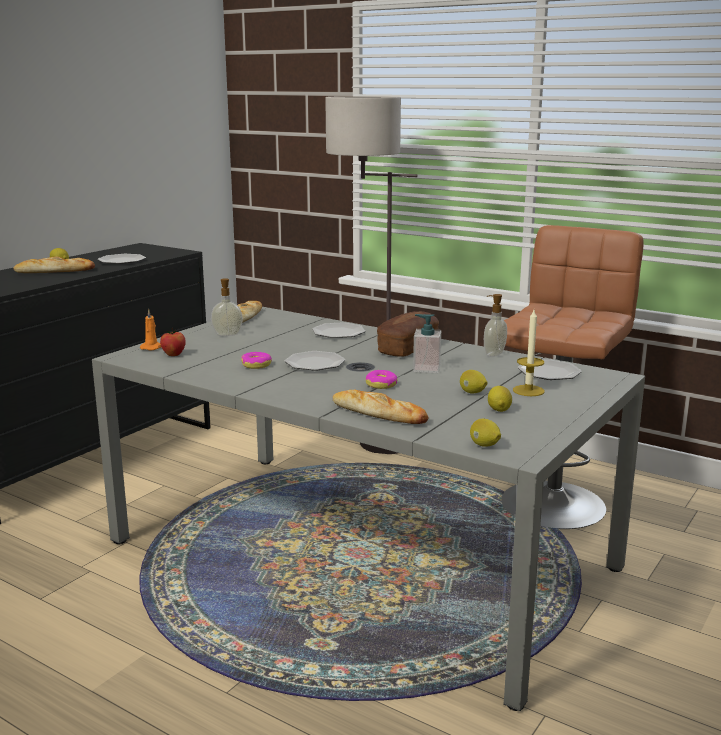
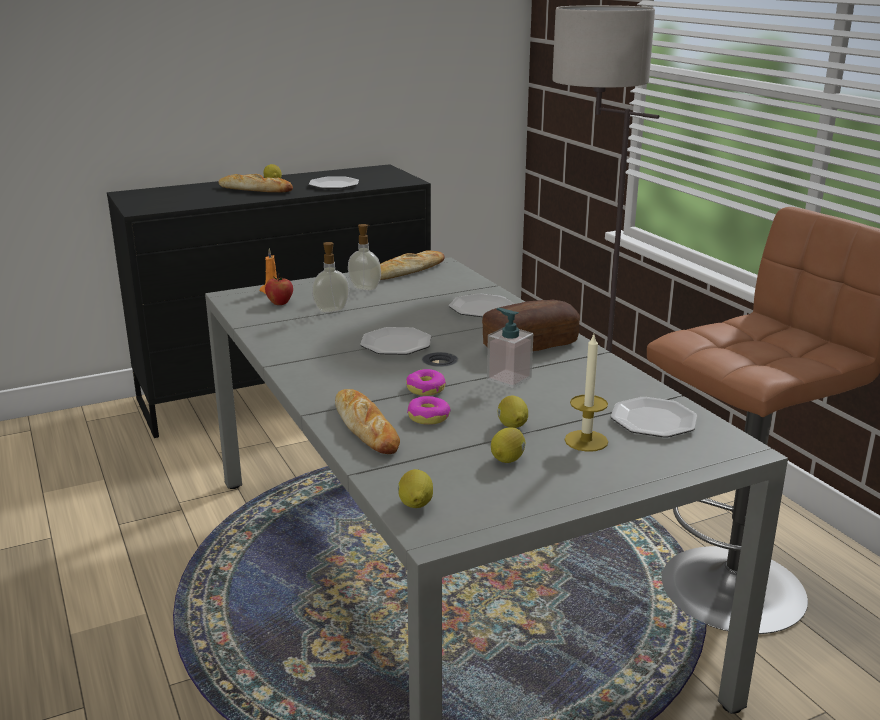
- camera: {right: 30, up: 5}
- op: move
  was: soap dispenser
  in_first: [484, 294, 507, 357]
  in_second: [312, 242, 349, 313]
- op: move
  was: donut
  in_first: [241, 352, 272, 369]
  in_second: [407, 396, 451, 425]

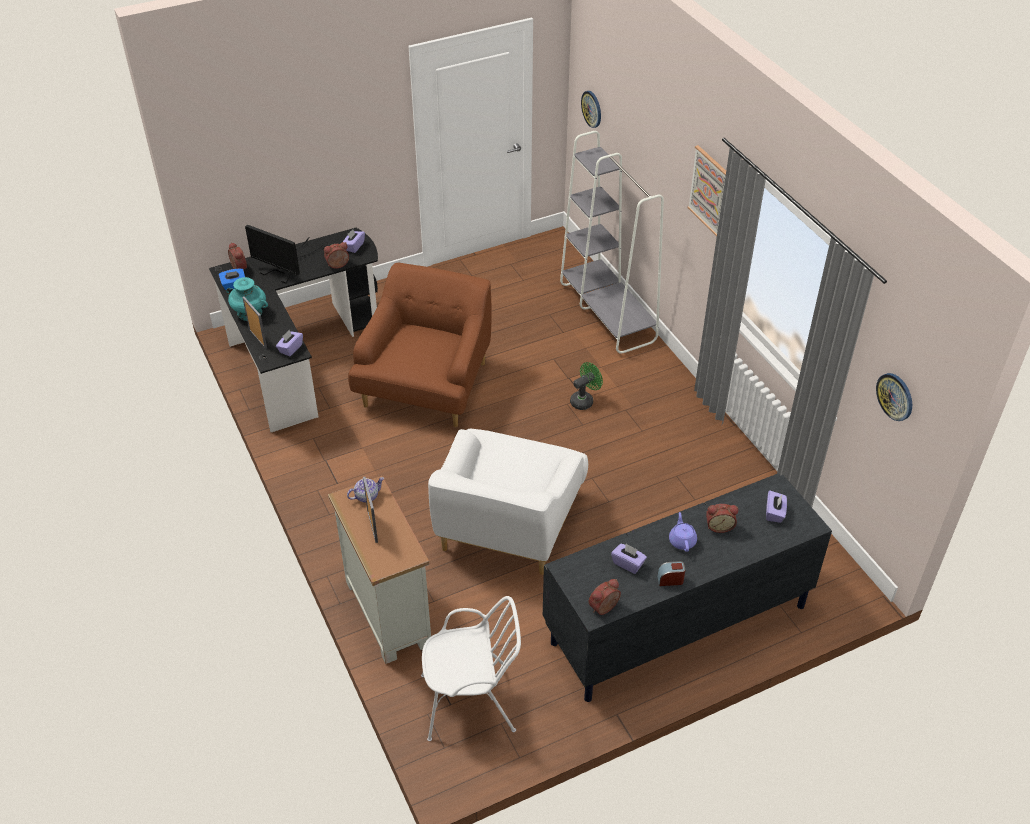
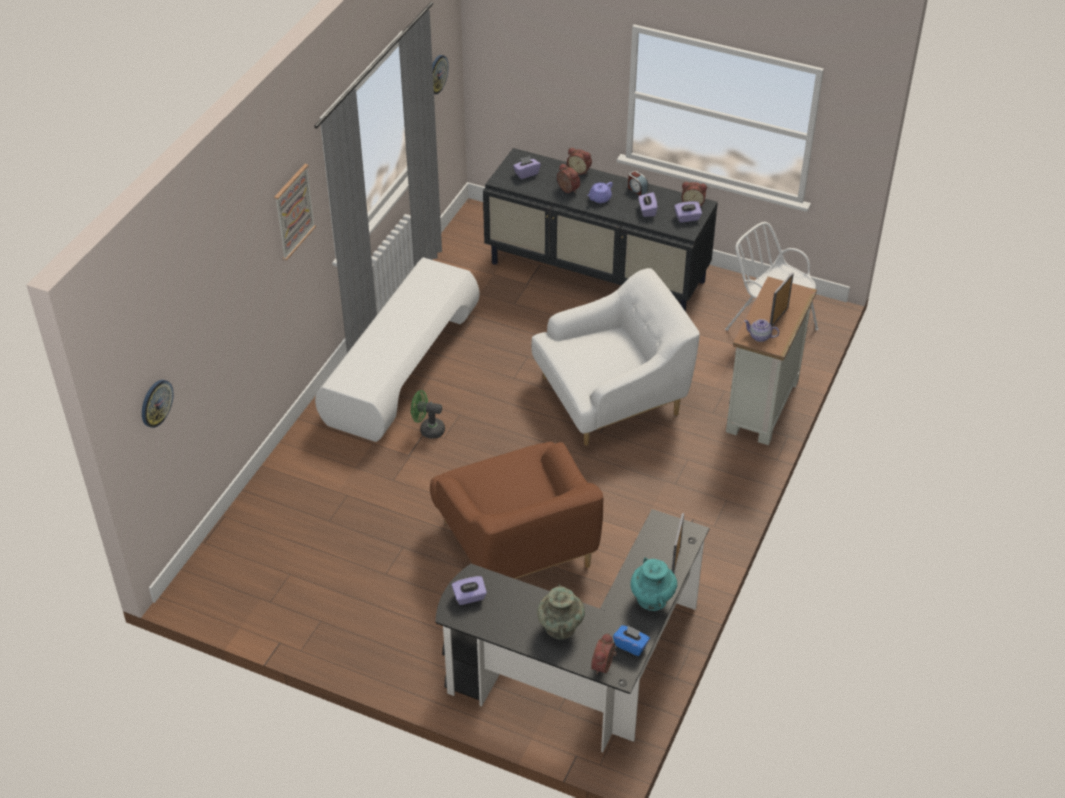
- camera: {right: -130, up: 0}
- op: delete
  was: grey clothes rack
  in_first: [560, 131, 664, 353]
- op: replace
  was: monitor
  now: turquoise vase
  in_first: [245, 225, 324, 284]
  in_second: [537, 584, 585, 639]
- op: move
  was: alarm clock
  in_first: [324, 242, 349, 269]
  in_second: [567, 148, 592, 175]
- op: rotate
  was: brown armchair
  in_first: [348, 263, 492, 427]
  in_second: [430, 442, 603, 579]
  clockwise: -90
- op: move
  was: purple tissue box
  in_first: [276, 330, 303, 356]
  in_second: [674, 201, 702, 223]
- op: insert
  now: white bench
  in_second: [315, 258, 480, 442]

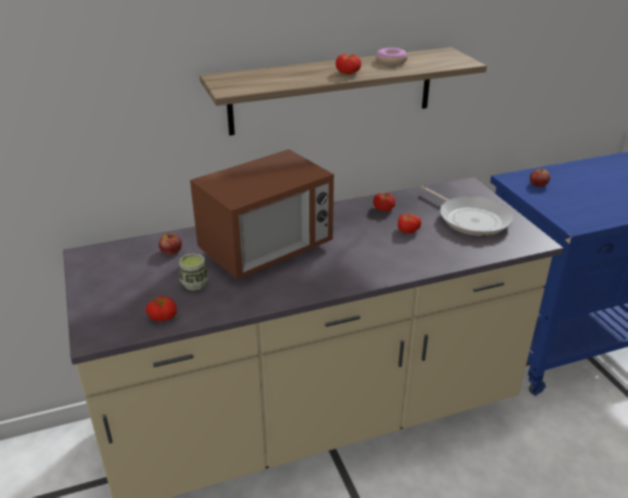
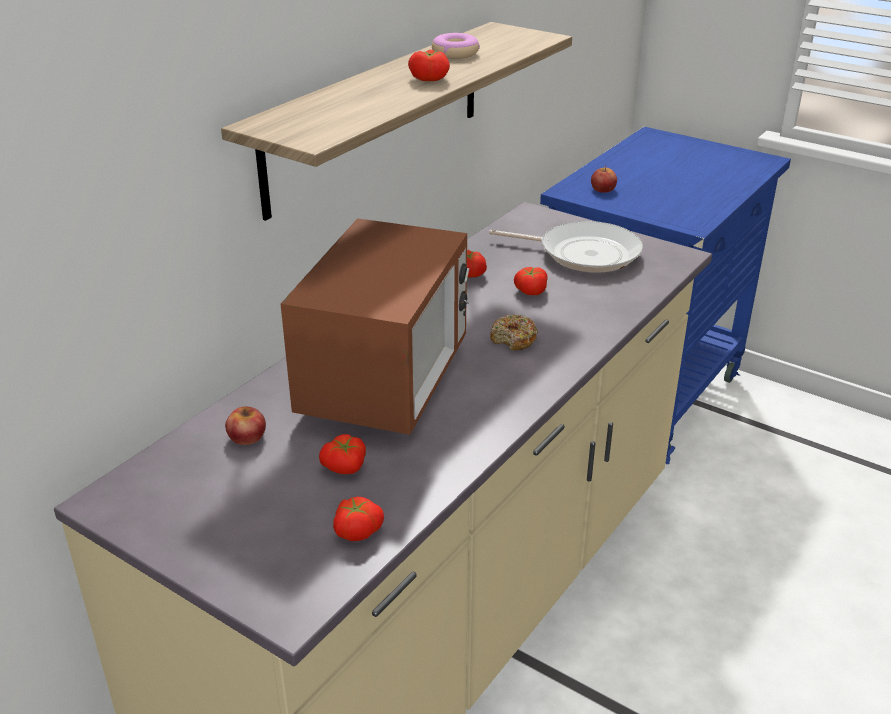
- camera: {right: -35, up: 0}
- op: replace
  was: cup
  now: tomato
  in_first: [179, 253, 209, 291]
  in_second: [319, 434, 366, 474]
- op: insert
  now: donut
  in_second: [490, 314, 538, 350]

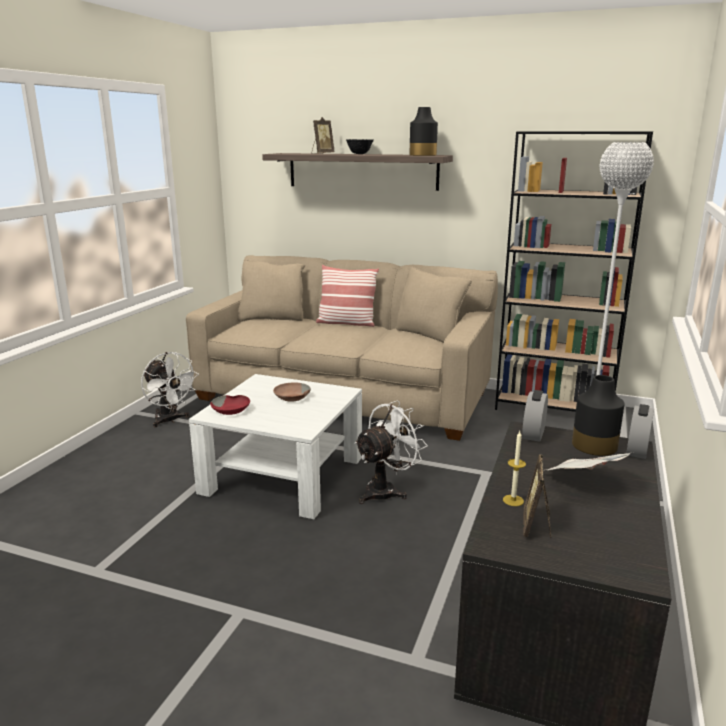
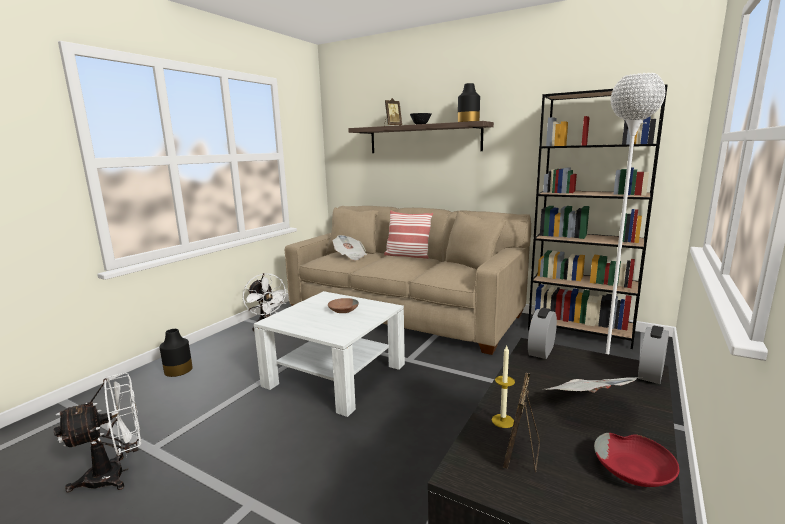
- camera: {right: 10, up: -5}
- op: move
  was: black vase
  in_first: [572, 375, 625, 456]
  in_second: [159, 329, 193, 377]
- op: move
  was: red bowl
  in_first: [210, 395, 250, 415]
  in_second: [594, 433, 679, 487]
- op: move
  was: white fan
  in_first: [354, 400, 428, 504]
  in_second: [54, 372, 141, 492]
- op: insert
  now: newspaper
  in_second: [333, 235, 367, 261]

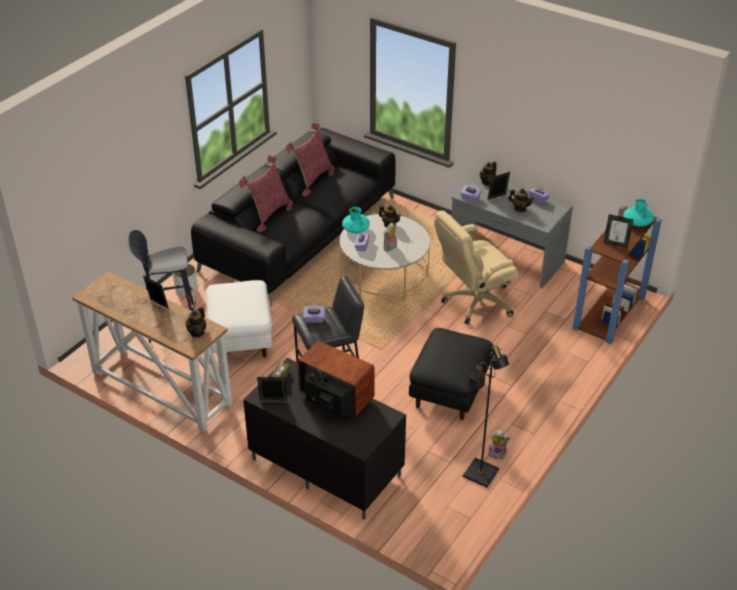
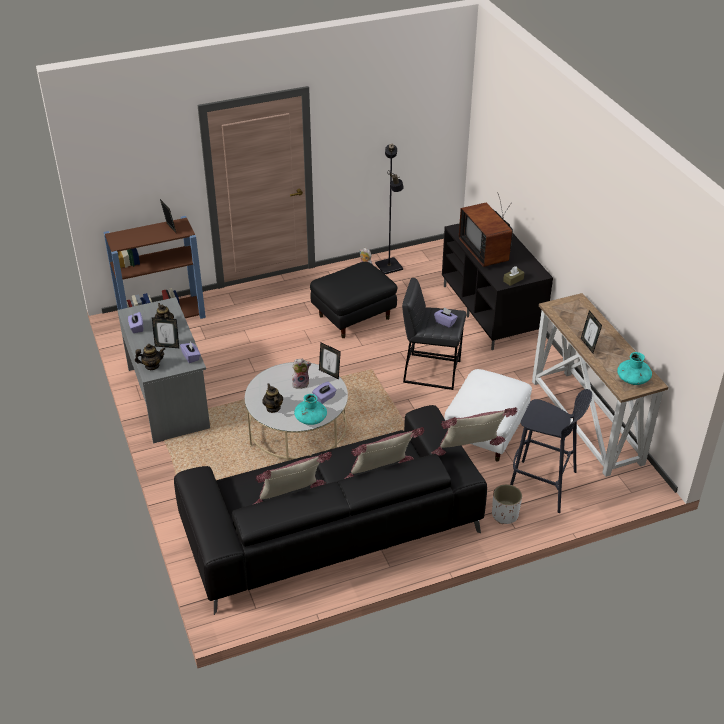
- camera: {right: -145, up: 0}
- op: move
  was: turquoise vase
  in_first: [624, 199, 654, 227]
  in_second: [617, 352, 652, 385]
- op: delete
  was: beige office chair
  in_first: [435, 210, 518, 325]
- op: delete
  was: teapot
  in_first: [186, 307, 206, 337]
- op: move
  was: picture frame
  in_first: [257, 377, 287, 400]
  in_second: [319, 342, 341, 379]
- op: insert
  now: red pillow
  in_second: [431, 407, 518, 456]

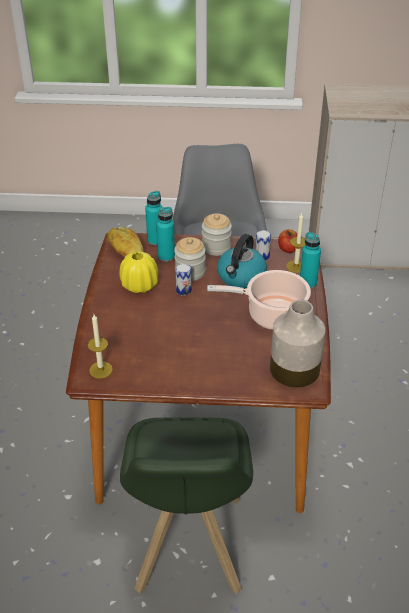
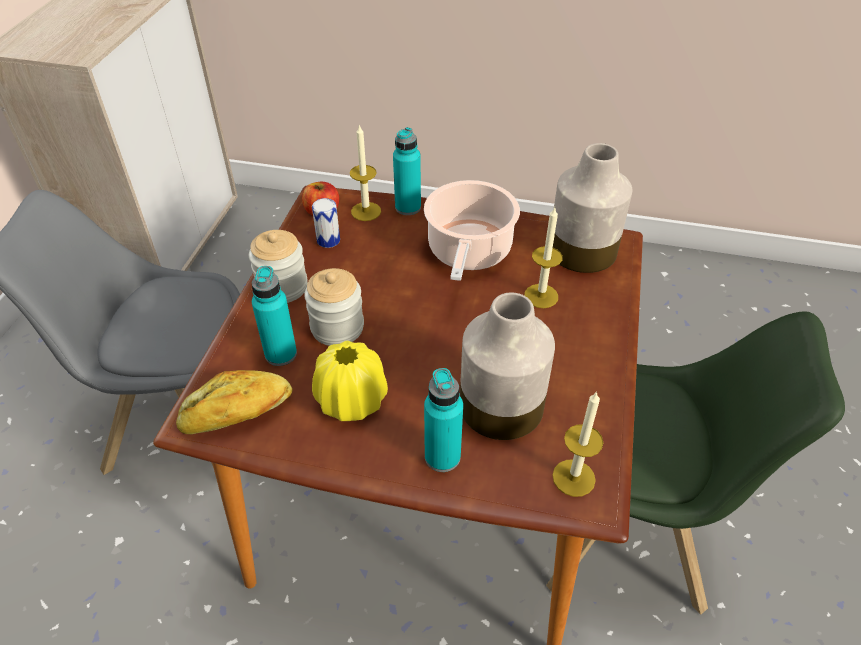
- camera: {right: -80, up: 5}
- op: move
  was: turquoise bottle
  in_first: [145, 191, 162, 245]
  in_second: [424, 368, 463, 472]
- op: delete
  was: kettle
  in_first: [217, 234, 267, 289]
- op: delete
  was: can
  in_first: [176, 264, 192, 296]
- op: insert
  now: candle
  in_second: [524, 208, 563, 308]
- op: insert
  now: beige vase
  in_second: [460, 292, 555, 440]

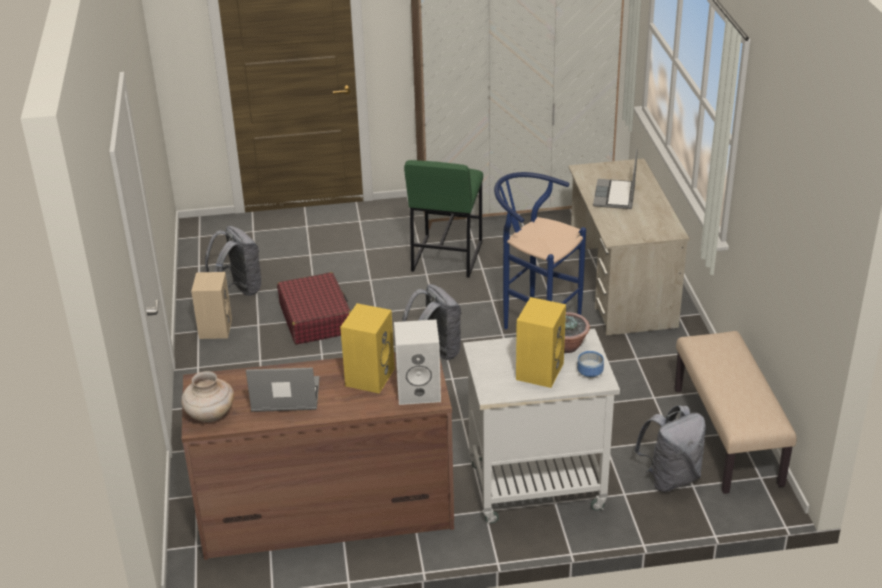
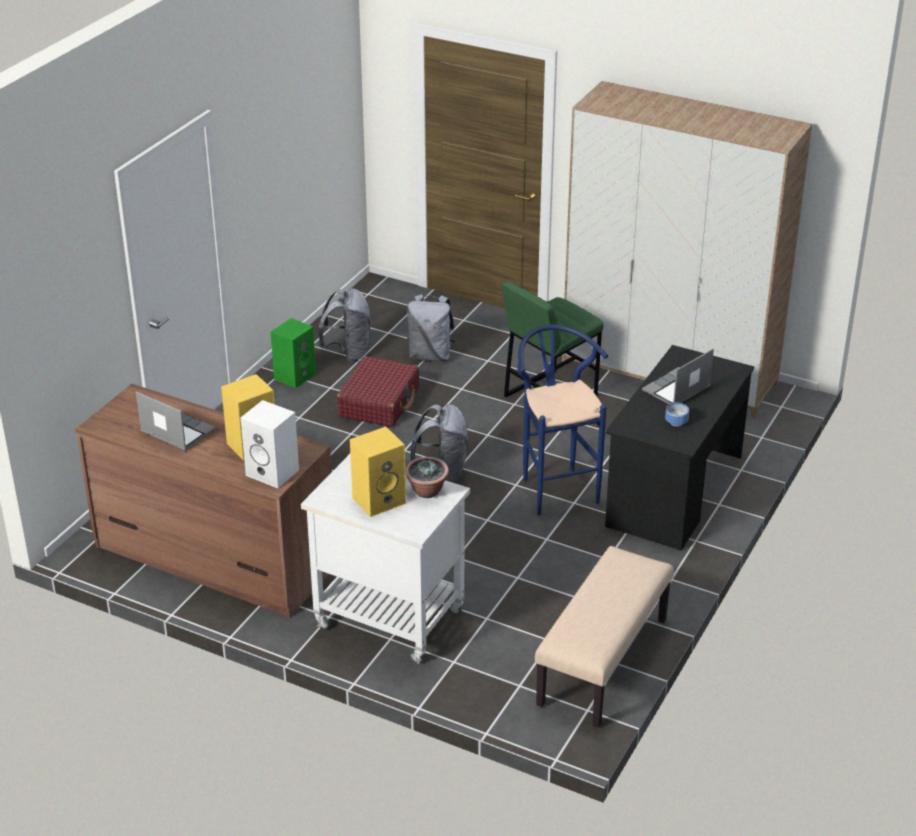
- camera: {right: 35, up: 0}
- op: recolor
  was: beige desk
  now: black desk
  in_first: [568, 158, 690, 336]
  in_second: [605, 345, 754, 550]
- op: recolor
  was: beige speaker
  now: green speaker
  in_first: [191, 272, 232, 339]
  in_second: [271, 318, 316, 389]
- op: move
  was: bowl
  in_first: [577, 351, 604, 378]
  in_second: [665, 403, 689, 426]
- op: delete
  was: beige vase
  in_first: [181, 371, 234, 422]
- op: move
  was: grey backpack
  in_first: [634, 405, 706, 492]
  in_second: [407, 294, 455, 362]

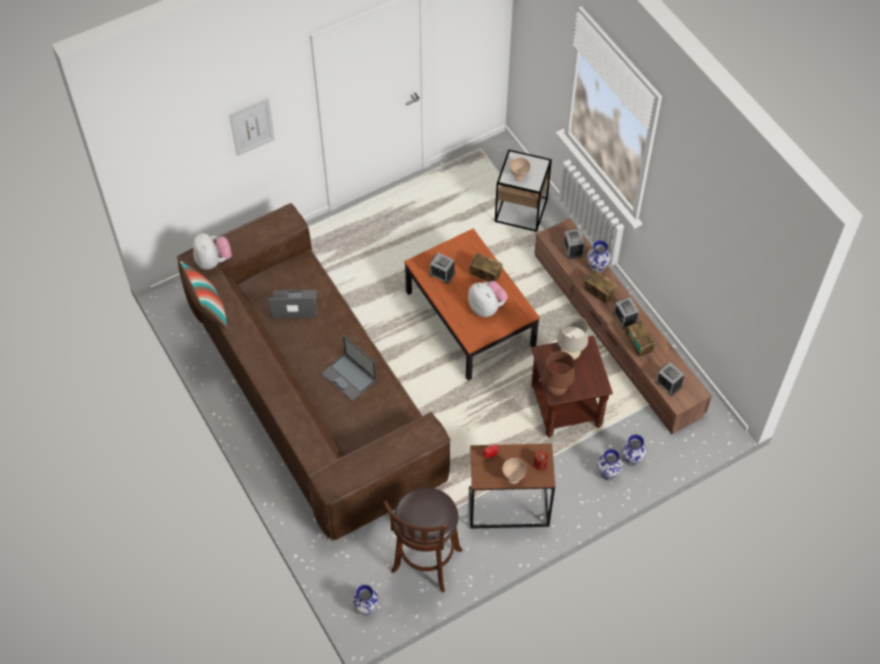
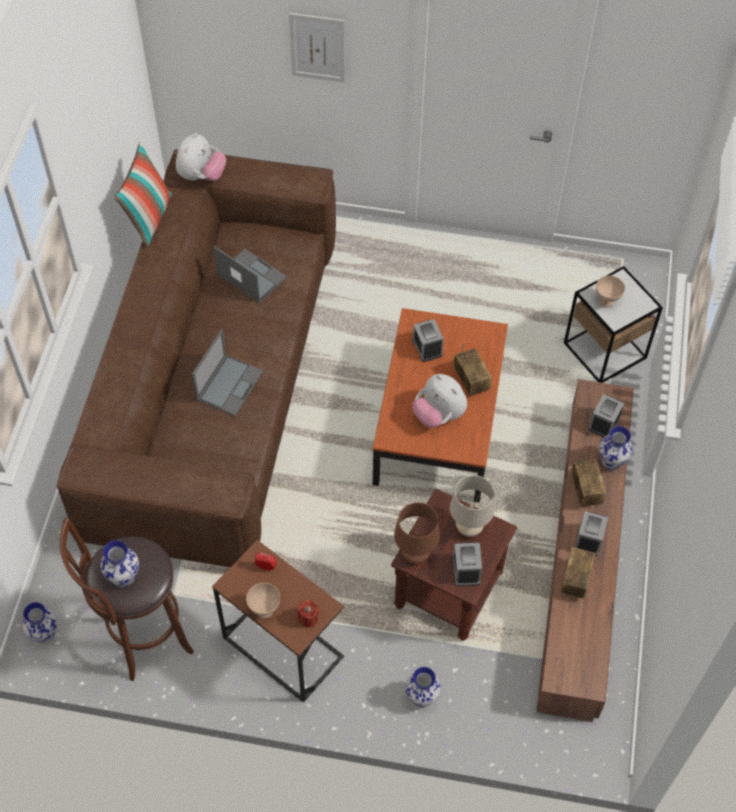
- camera: {right: 40, up: 0}
- op: rotate
  was: plush toy
  in_first: [468, 281, 508, 317]
  in_second: [412, 374, 467, 428]
  clockwise: 135
- op: rotate
  was: laptop
  in_first: [321, 335, 377, 401]
  in_second: [192, 329, 263, 416]
  clockwise: -150
- op: move
  was: alarm clock
  in_first: [655, 362, 684, 396]
  in_second: [453, 542, 482, 586]
- op: move
  was: vase
  in_first: [621, 434, 646, 466]
  in_second: [100, 540, 139, 587]

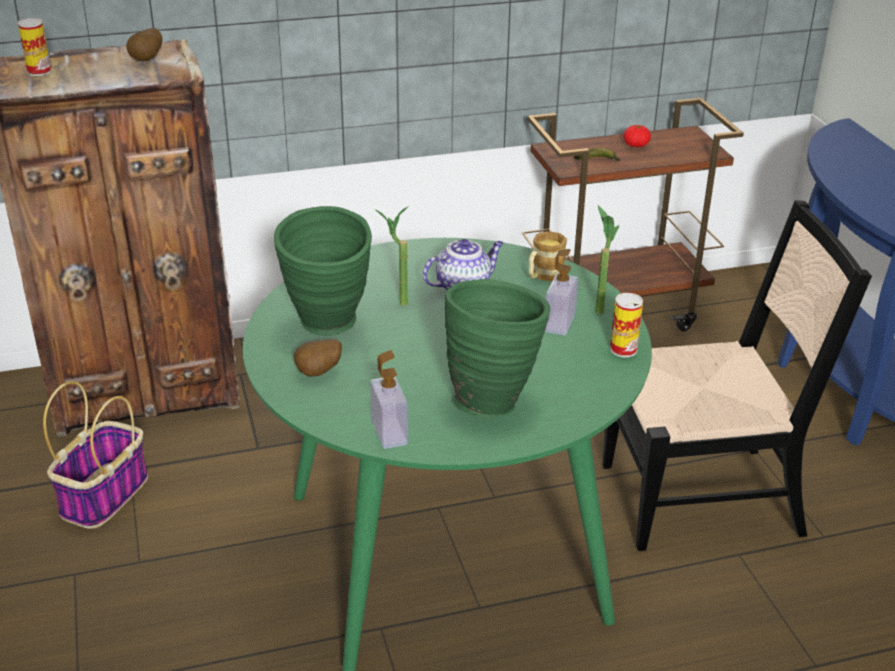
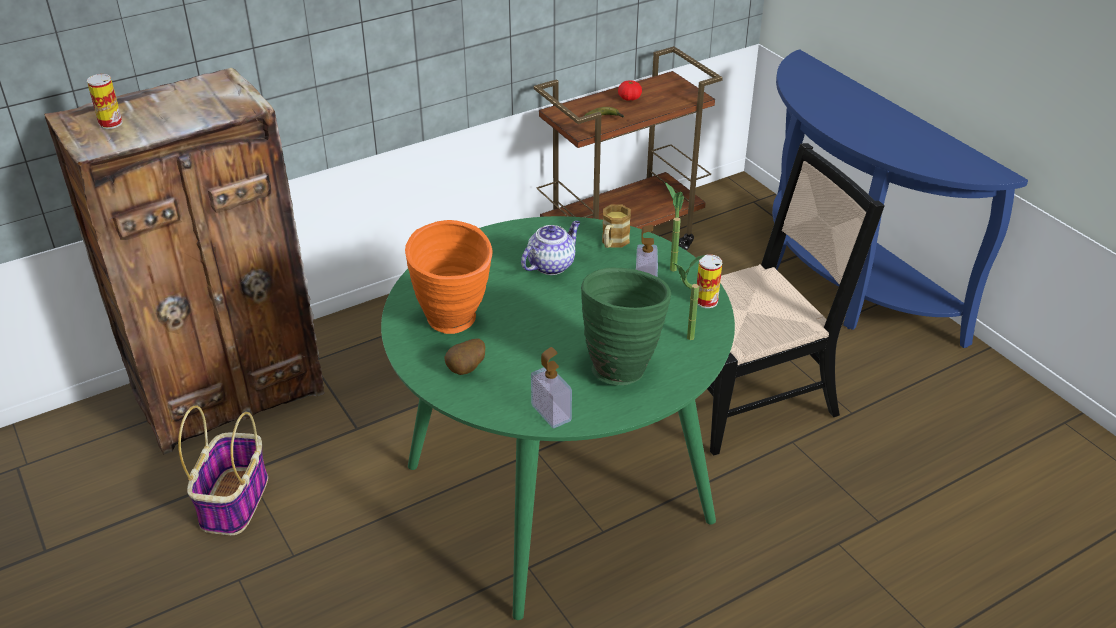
- camera: {right: -15, up: 5}
- op: delete
  was: potato
  in_first: [126, 28, 162, 61]
- op: recolor
  was: green vase
  now: orange vase
  in_first: [274, 206, 372, 336]
  in_second: [405, 220, 492, 334]
- op: move
  was: potted plant
  in_first: [375, 206, 409, 306]
  in_second: [674, 255, 705, 340]

